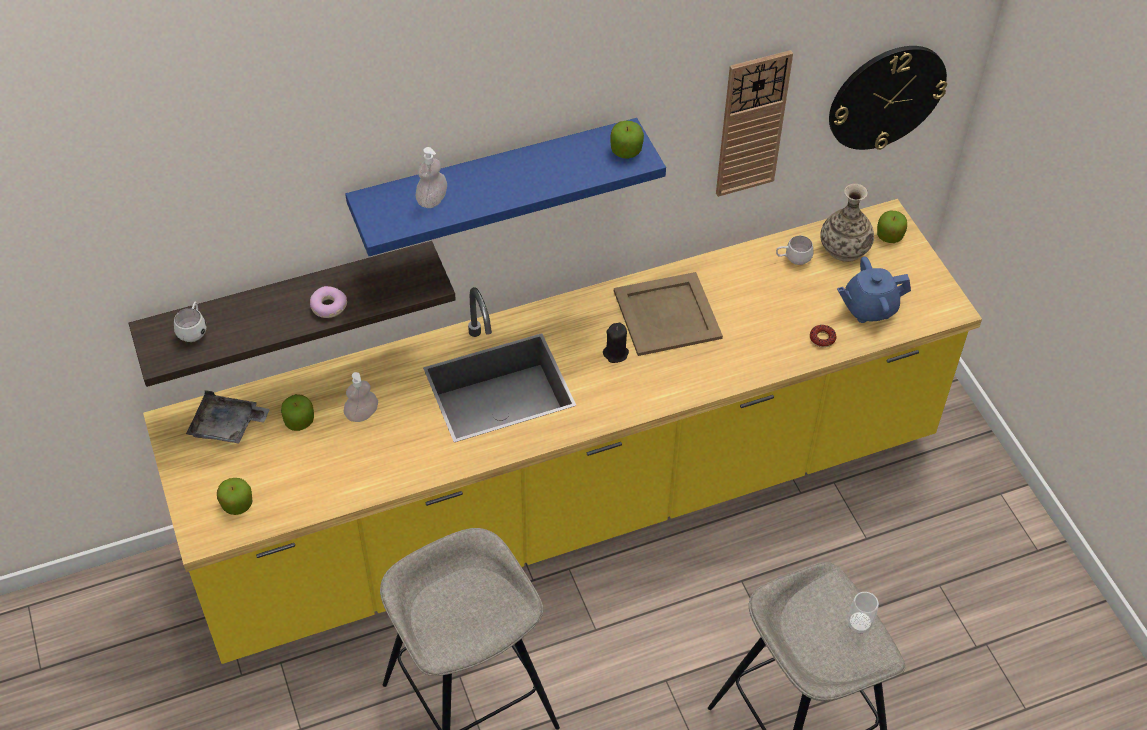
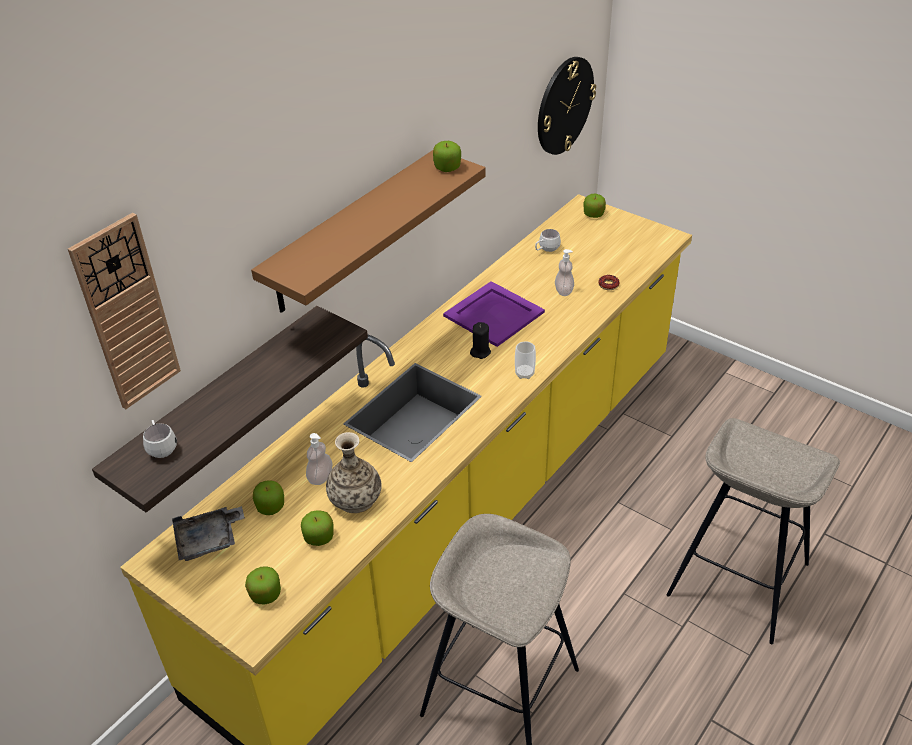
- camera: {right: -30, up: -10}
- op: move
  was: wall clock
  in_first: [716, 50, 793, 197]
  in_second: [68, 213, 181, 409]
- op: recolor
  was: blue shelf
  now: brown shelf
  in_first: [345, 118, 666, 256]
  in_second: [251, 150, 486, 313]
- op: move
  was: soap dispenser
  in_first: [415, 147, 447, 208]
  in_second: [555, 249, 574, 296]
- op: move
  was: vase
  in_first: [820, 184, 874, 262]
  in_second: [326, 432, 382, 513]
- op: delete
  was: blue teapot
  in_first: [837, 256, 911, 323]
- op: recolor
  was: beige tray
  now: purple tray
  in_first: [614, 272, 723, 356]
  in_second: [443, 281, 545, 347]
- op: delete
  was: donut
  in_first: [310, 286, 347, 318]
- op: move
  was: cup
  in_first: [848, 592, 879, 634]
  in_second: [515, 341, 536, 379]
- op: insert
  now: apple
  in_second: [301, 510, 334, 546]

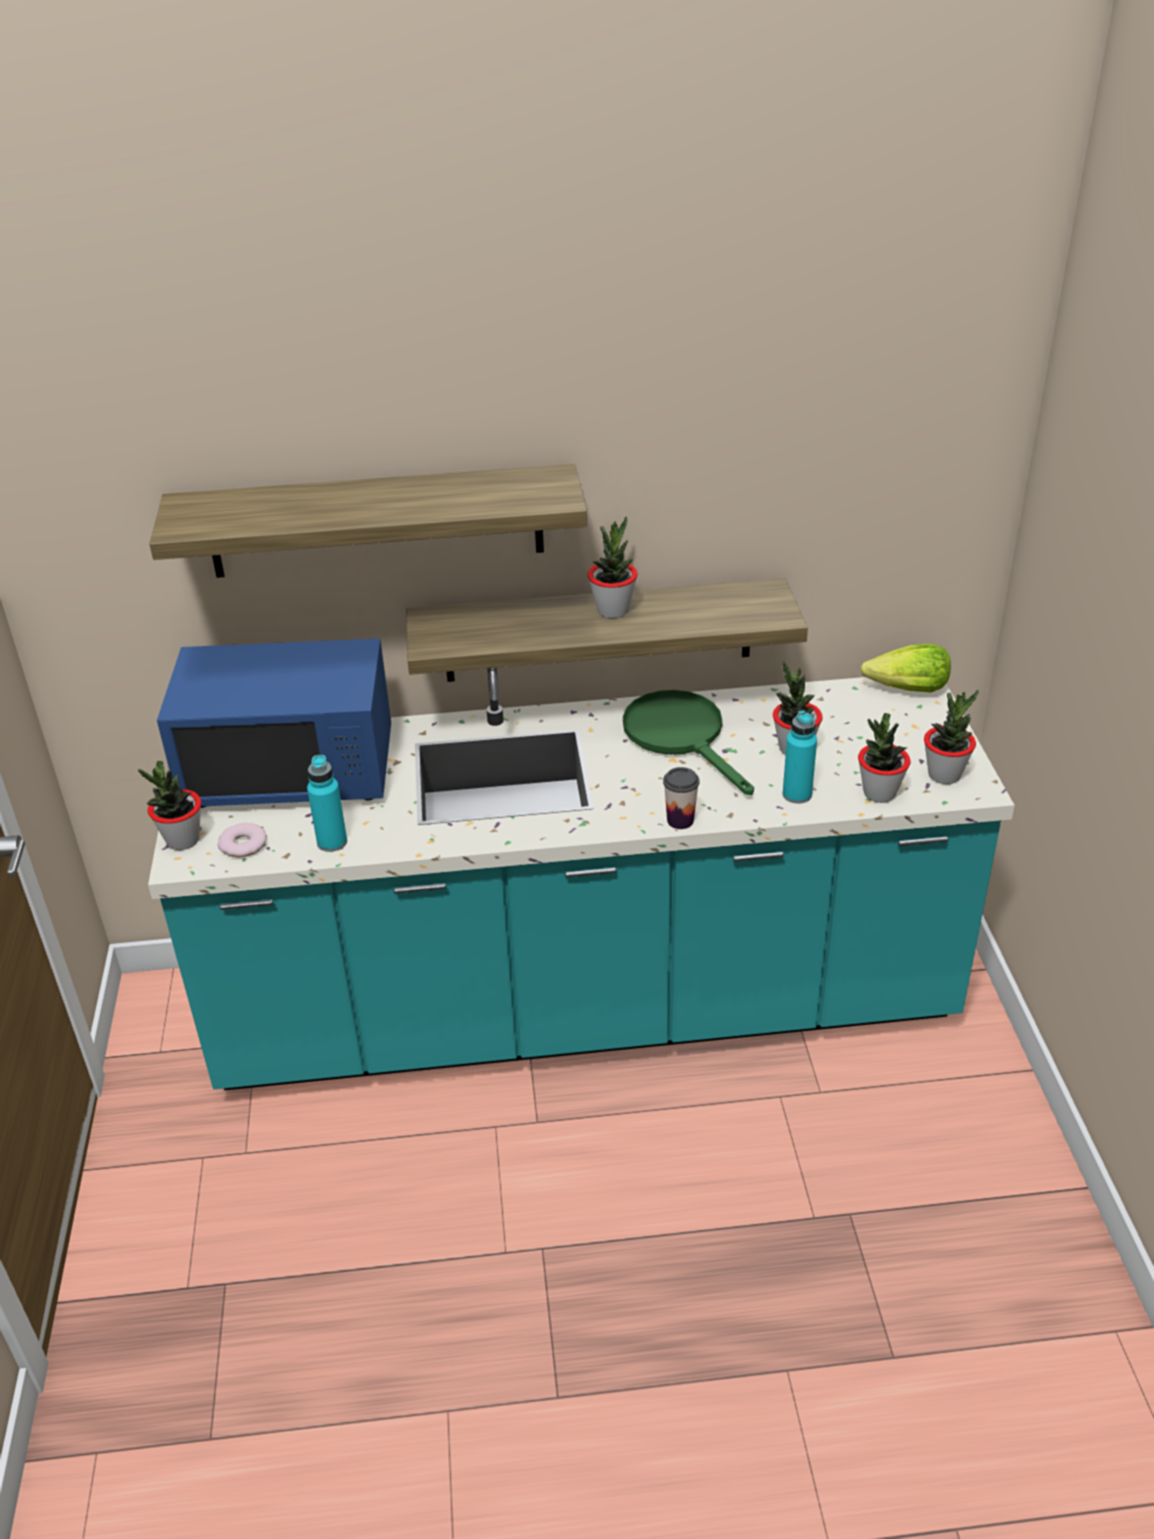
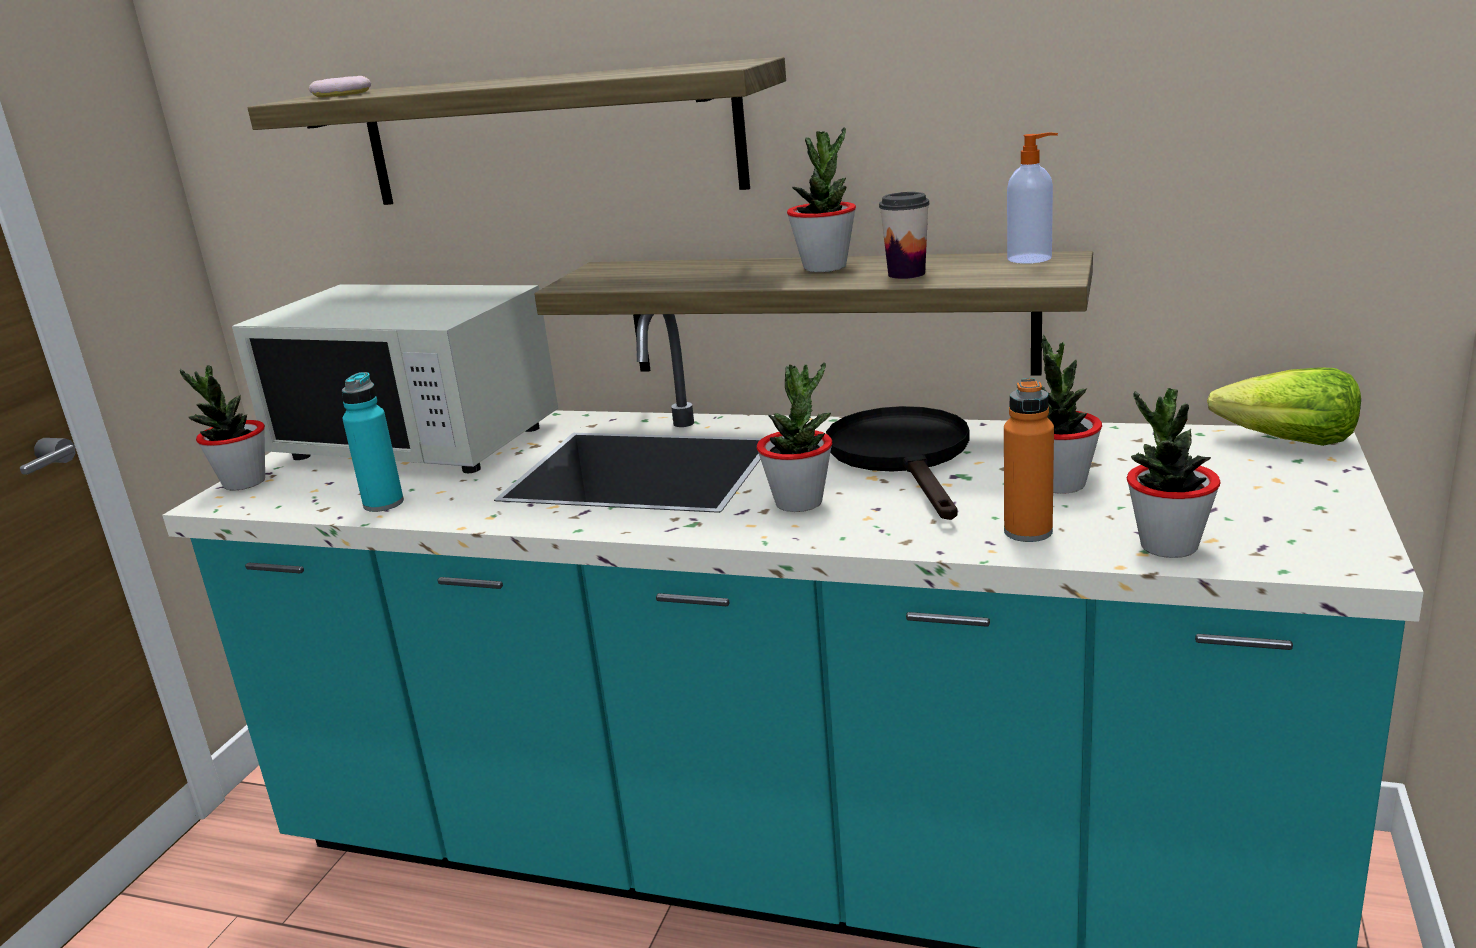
- camera: {right: 25, up: -15}
- op: recolor
  was: blue microwave
  now: white microwave
  in_first: [157, 638, 391, 808]
  in_second: [232, 284, 558, 473]
- op: recolor
  was: green frying pan
  now: black frying pan
  in_first: [623, 690, 754, 795]
  in_second: [826, 406, 970, 520]
- op: move
  was: potted plant
  in_first: [924, 690, 979, 784]
  in_second: [757, 362, 832, 512]
- op: recolor
  was: turquoise bottle
  now: orange bottle
  in_first: [783, 711, 817, 804]
  in_second: [1004, 378, 1054, 542]
- op: move
  was: cup
  in_first: [663, 767, 699, 829]
  in_second: [879, 192, 930, 279]
- op: move
  was: donut
  in_first: [218, 823, 267, 858]
  in_second: [309, 76, 371, 97]
- op: insert
  now: soap dispenser
  in_second: [1007, 132, 1058, 264]

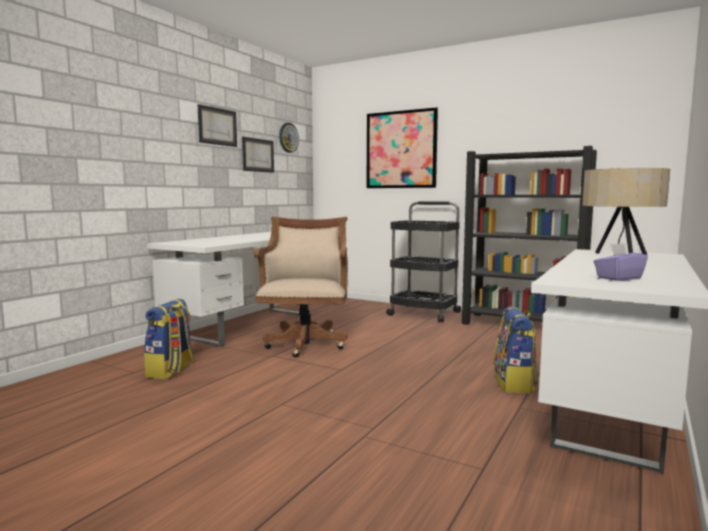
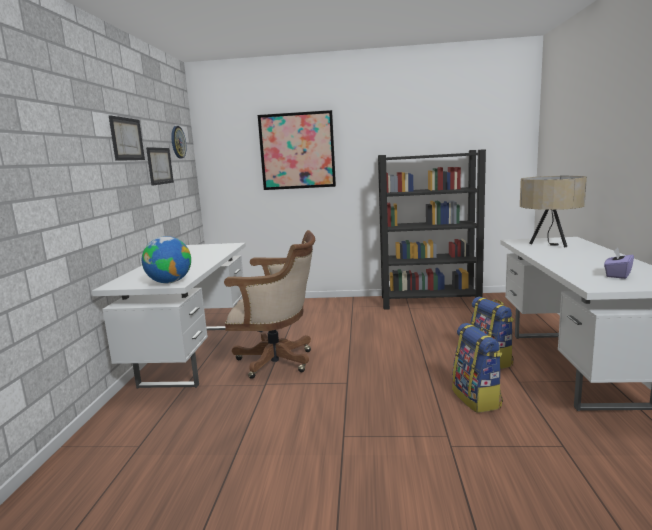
- camera: {right: -25, up: 5}
- op: delete
  was: black cart
  in_first: [386, 201, 461, 322]
- op: rotate
  was: office chair
  in_first: [254, 217, 348, 357]
  in_second: [224, 230, 315, 379]
  clockwise: 120
- op: move
  was: backpack
  in_first: [144, 299, 195, 379]
  in_second: [452, 323, 503, 413]
- op: insert
  now: globe
  in_second: [142, 236, 191, 283]

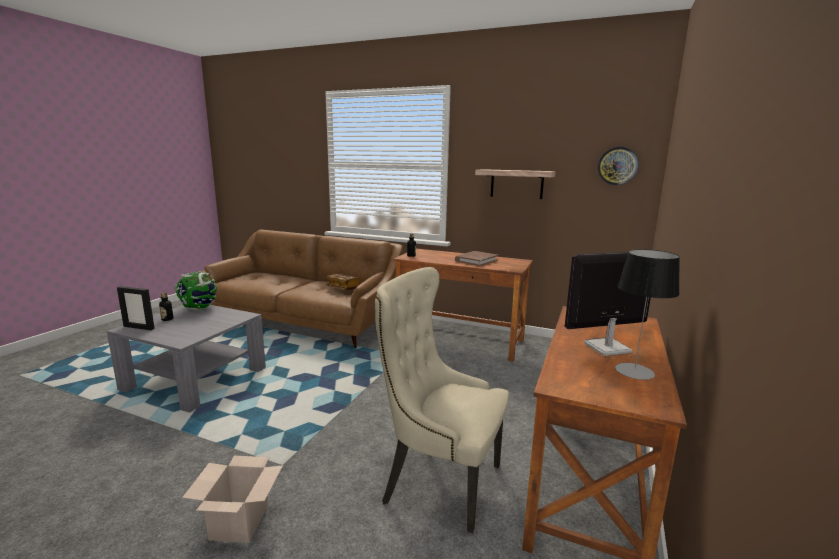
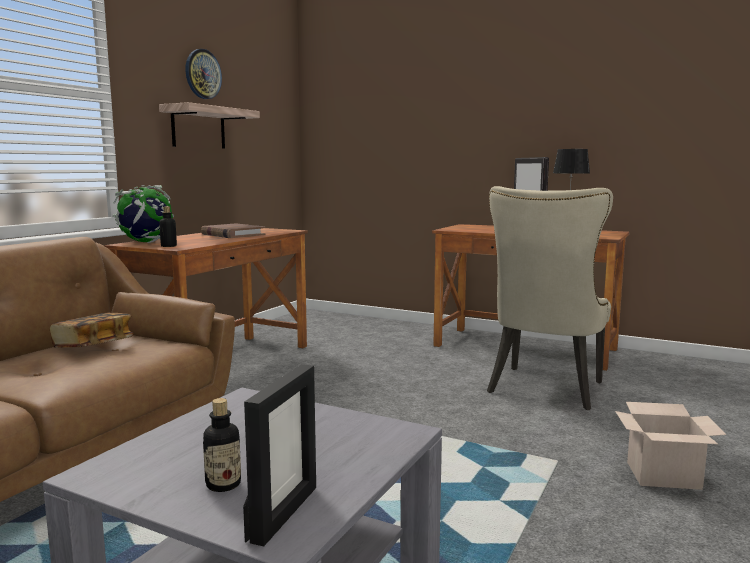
- camera: {right: -85, up: -5}
- op: move
  was: wall clock
  in_first: [598, 147, 638, 185]
  in_second: [186, 49, 222, 99]
- op: move
  was: globe
  in_first: [175, 271, 217, 310]
  in_second: [113, 185, 174, 243]

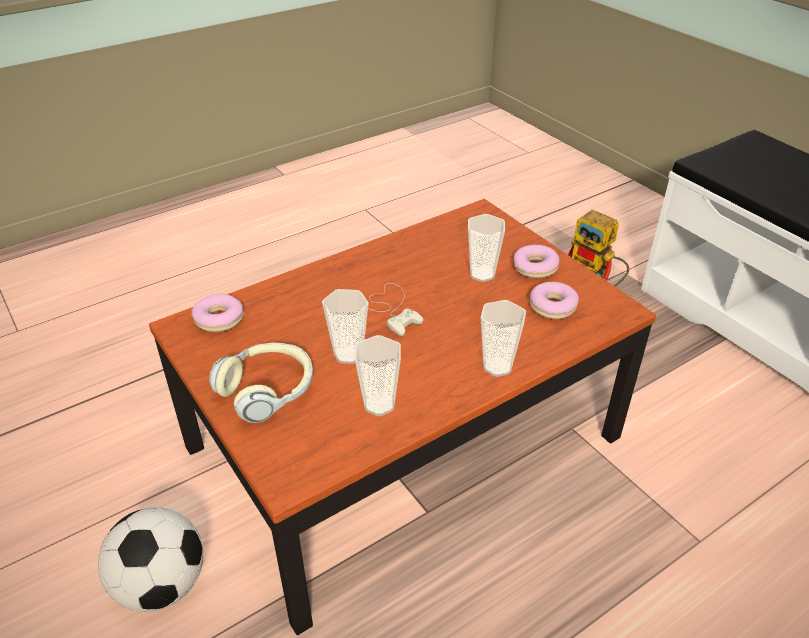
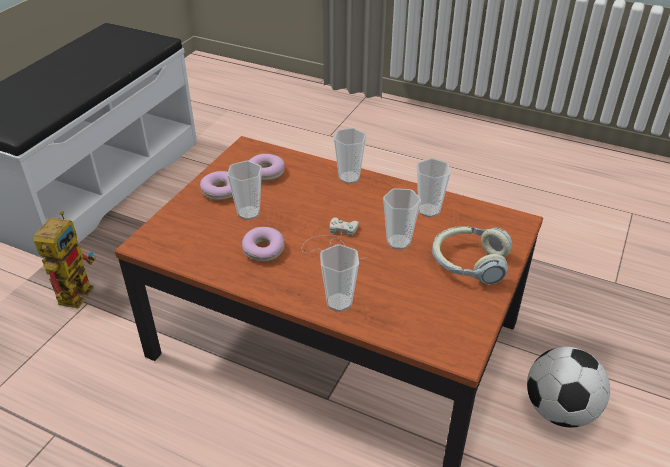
- camera: {right: -120, up: 0}
- op: move
  was: donut
  in_first: [191, 294, 244, 332]
  in_second: [242, 227, 285, 262]
- op: insert
  now: cup
  in_second: [320, 244, 359, 312]

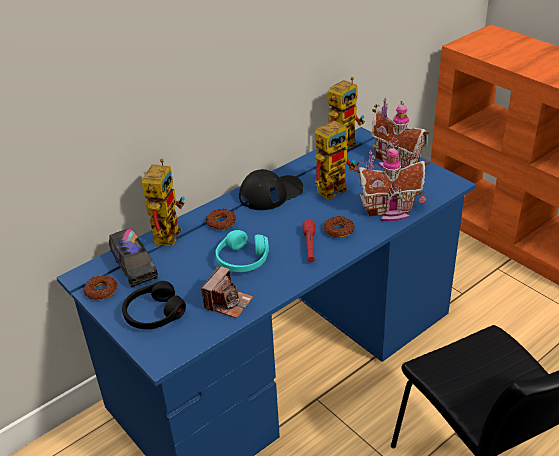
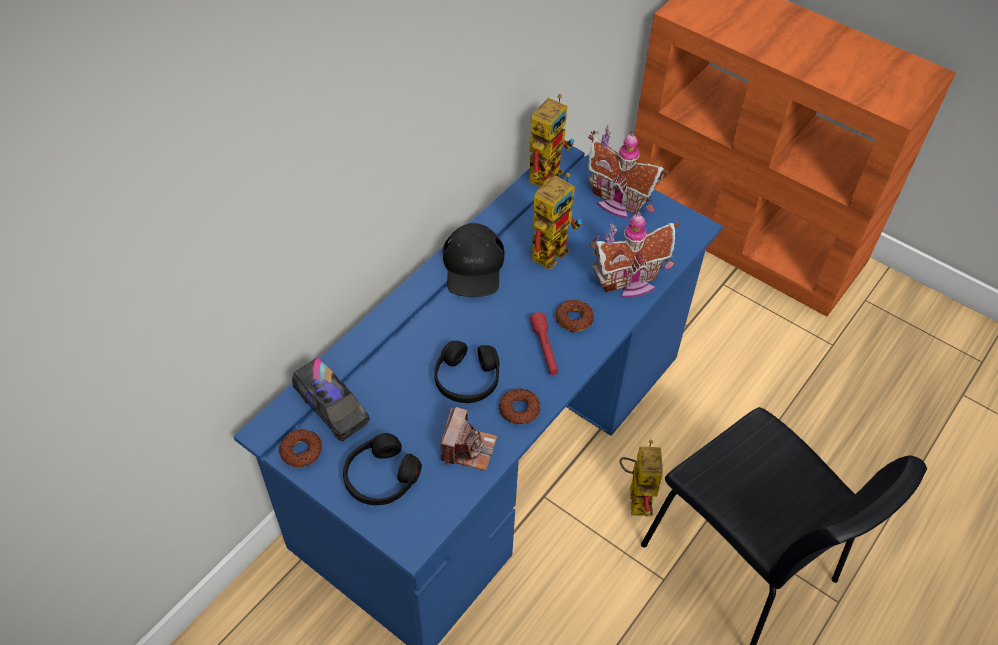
- camera: {right: -15, up: 15}
- op: move
  was: toy robot
  in_first: [142, 159, 185, 247]
  in_second: [620, 440, 663, 517]
- op: rotate
  was: black cap
  in_first: [239, 169, 303, 210]
  in_second: [443, 223, 505, 297]
  clockwise: 135
- op: move
  was: donut
  in_first: [206, 209, 236, 230]
  in_second: [499, 388, 540, 424]
- op: recolor
  was: turquoise headphones
  now: black headphones
  in_first: [216, 230, 269, 272]
  in_second: [434, 341, 500, 403]

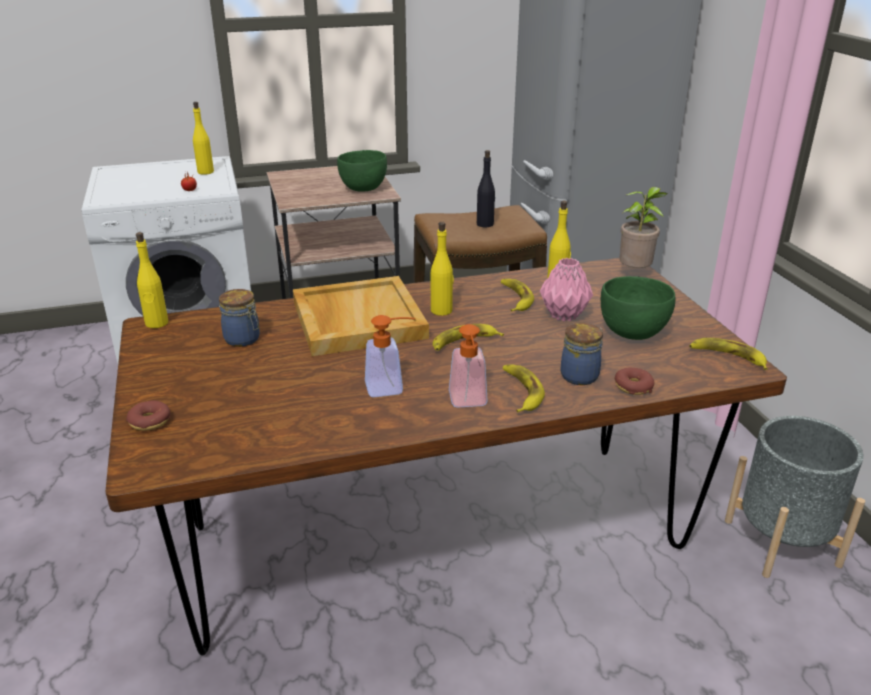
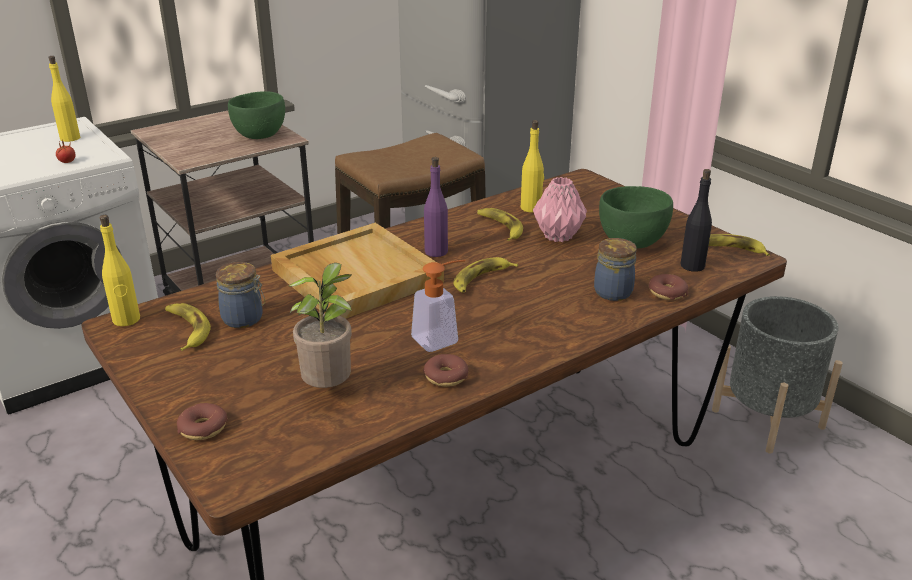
- camera: {right: -20, up: 0}
- op: move
  was: black bottle
  in_first: [477, 150, 495, 227]
  in_second: [680, 169, 712, 272]
- op: move
  was: potted plant
  in_first: [619, 187, 668, 268]
  in_second: [289, 263, 352, 388]
- op: recolor
  was: yellow bottle
  now: purple bottle
  in_first: [431, 222, 454, 316]
  in_second: [424, 157, 448, 257]
- op: delete
  was: soap dispenser
  in_first: [449, 324, 488, 408]
- op: move
  was: banana
  in_first: [503, 364, 545, 412]
  in_second: [165, 303, 211, 351]
- op: insert
  now: donut
  in_second: [423, 354, 468, 387]

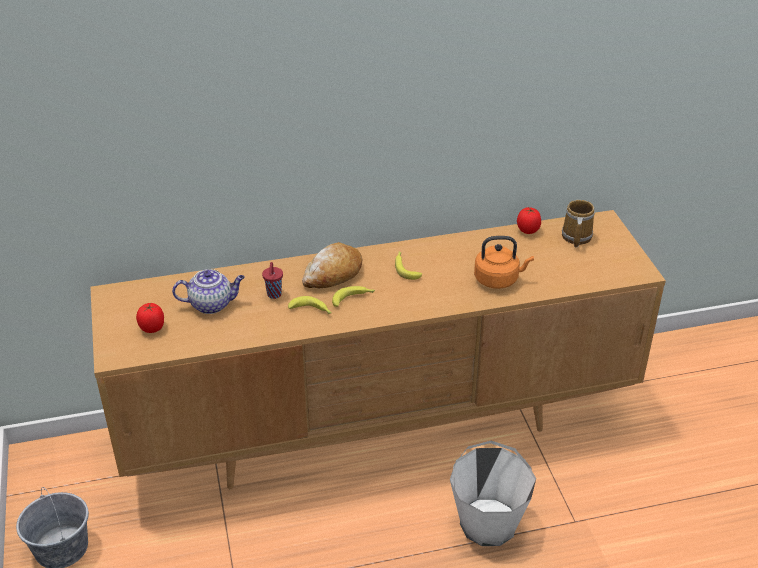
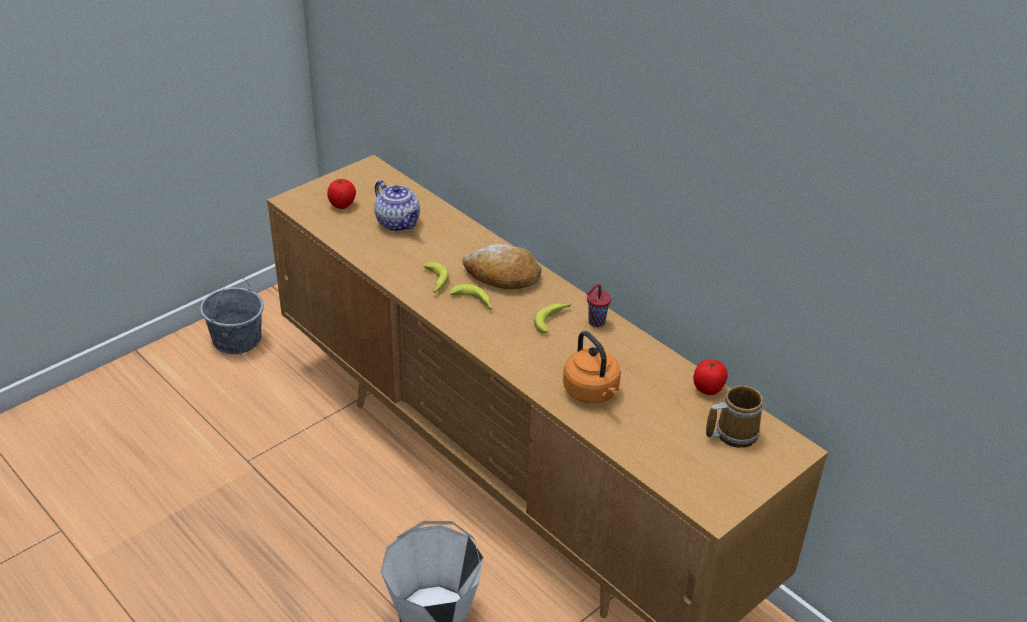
- camera: {right: 60, up: 0}
- op: move
  was: red cup
  in_first: [262, 262, 283, 299]
  in_second: [587, 284, 611, 327]

